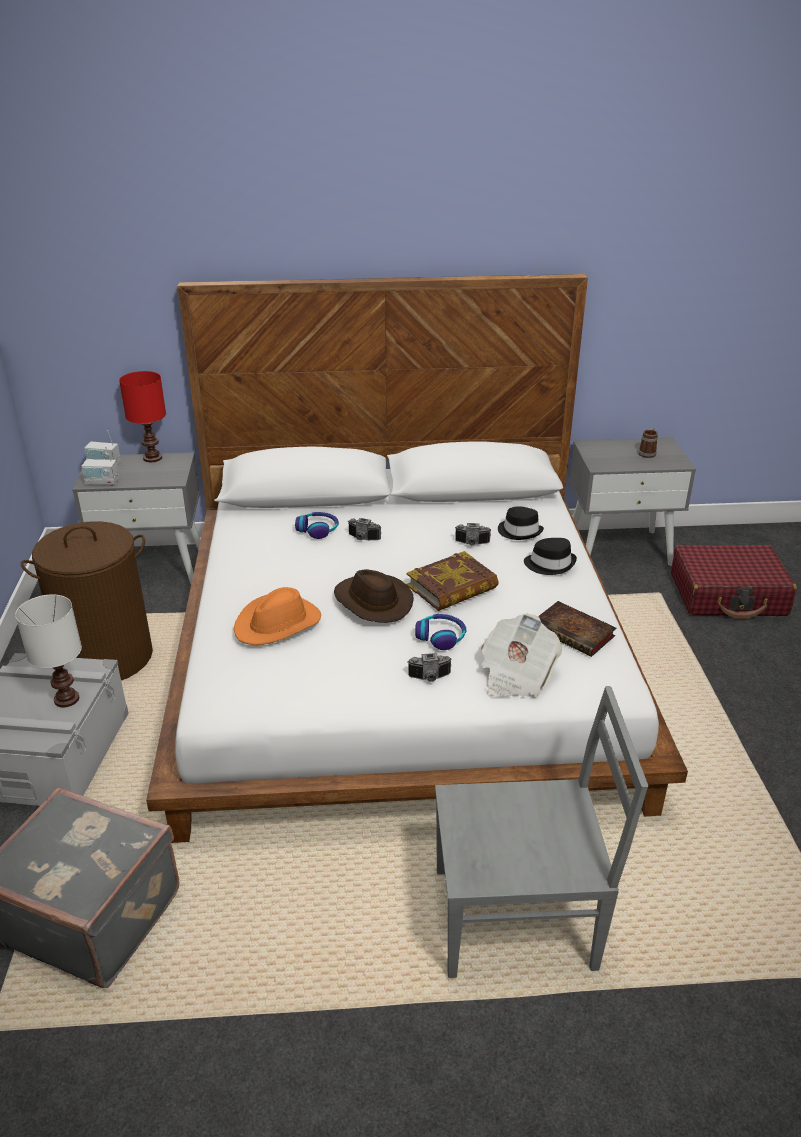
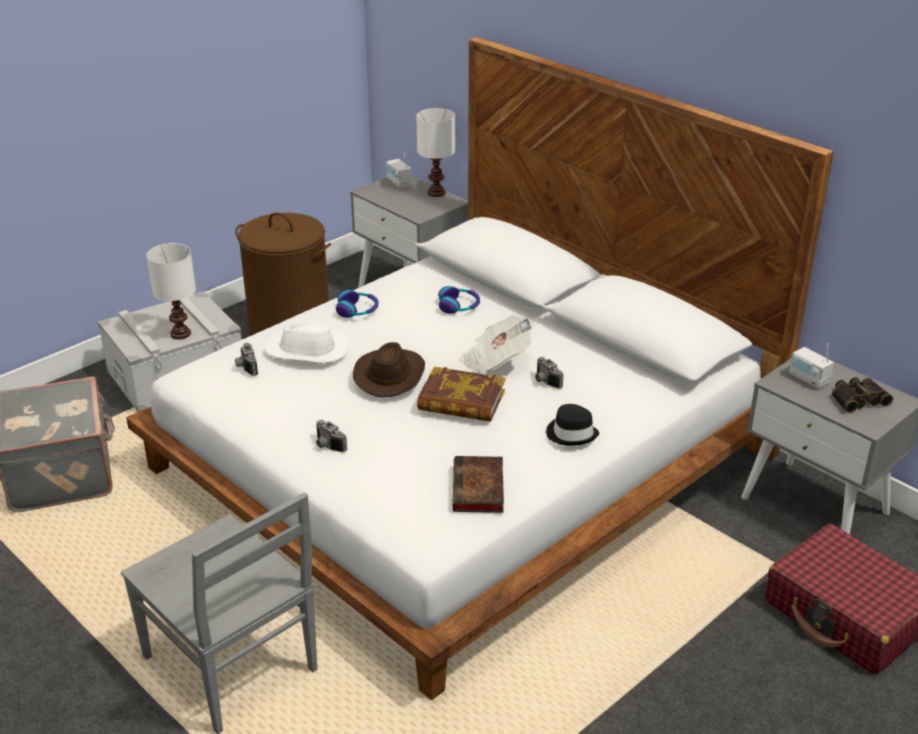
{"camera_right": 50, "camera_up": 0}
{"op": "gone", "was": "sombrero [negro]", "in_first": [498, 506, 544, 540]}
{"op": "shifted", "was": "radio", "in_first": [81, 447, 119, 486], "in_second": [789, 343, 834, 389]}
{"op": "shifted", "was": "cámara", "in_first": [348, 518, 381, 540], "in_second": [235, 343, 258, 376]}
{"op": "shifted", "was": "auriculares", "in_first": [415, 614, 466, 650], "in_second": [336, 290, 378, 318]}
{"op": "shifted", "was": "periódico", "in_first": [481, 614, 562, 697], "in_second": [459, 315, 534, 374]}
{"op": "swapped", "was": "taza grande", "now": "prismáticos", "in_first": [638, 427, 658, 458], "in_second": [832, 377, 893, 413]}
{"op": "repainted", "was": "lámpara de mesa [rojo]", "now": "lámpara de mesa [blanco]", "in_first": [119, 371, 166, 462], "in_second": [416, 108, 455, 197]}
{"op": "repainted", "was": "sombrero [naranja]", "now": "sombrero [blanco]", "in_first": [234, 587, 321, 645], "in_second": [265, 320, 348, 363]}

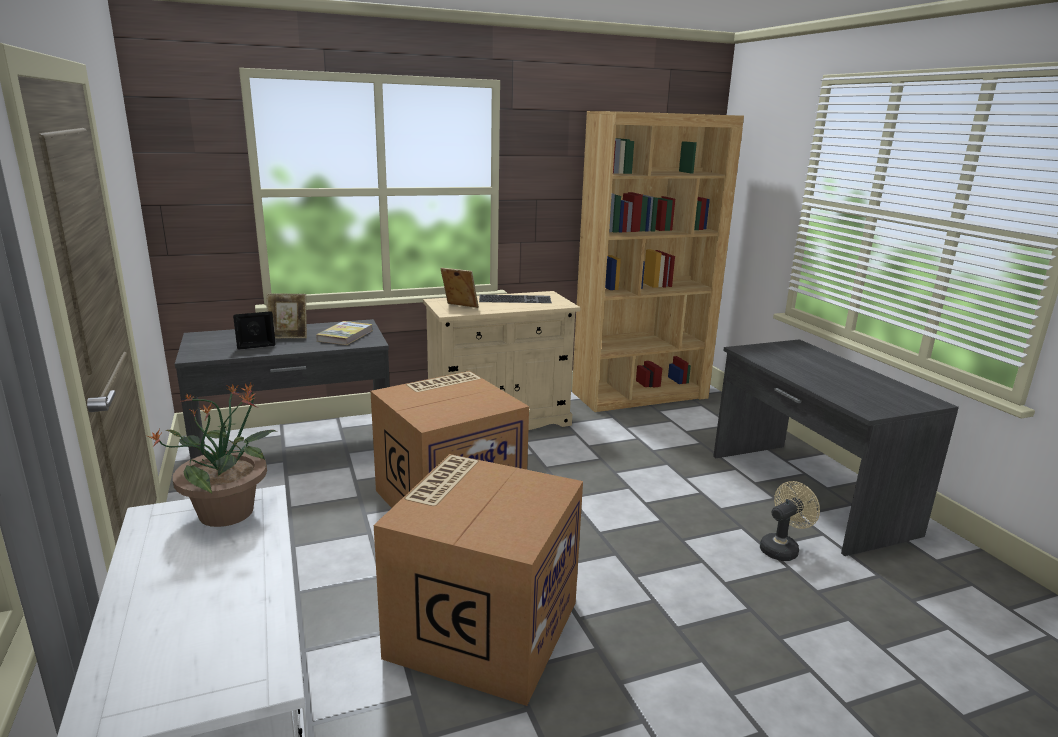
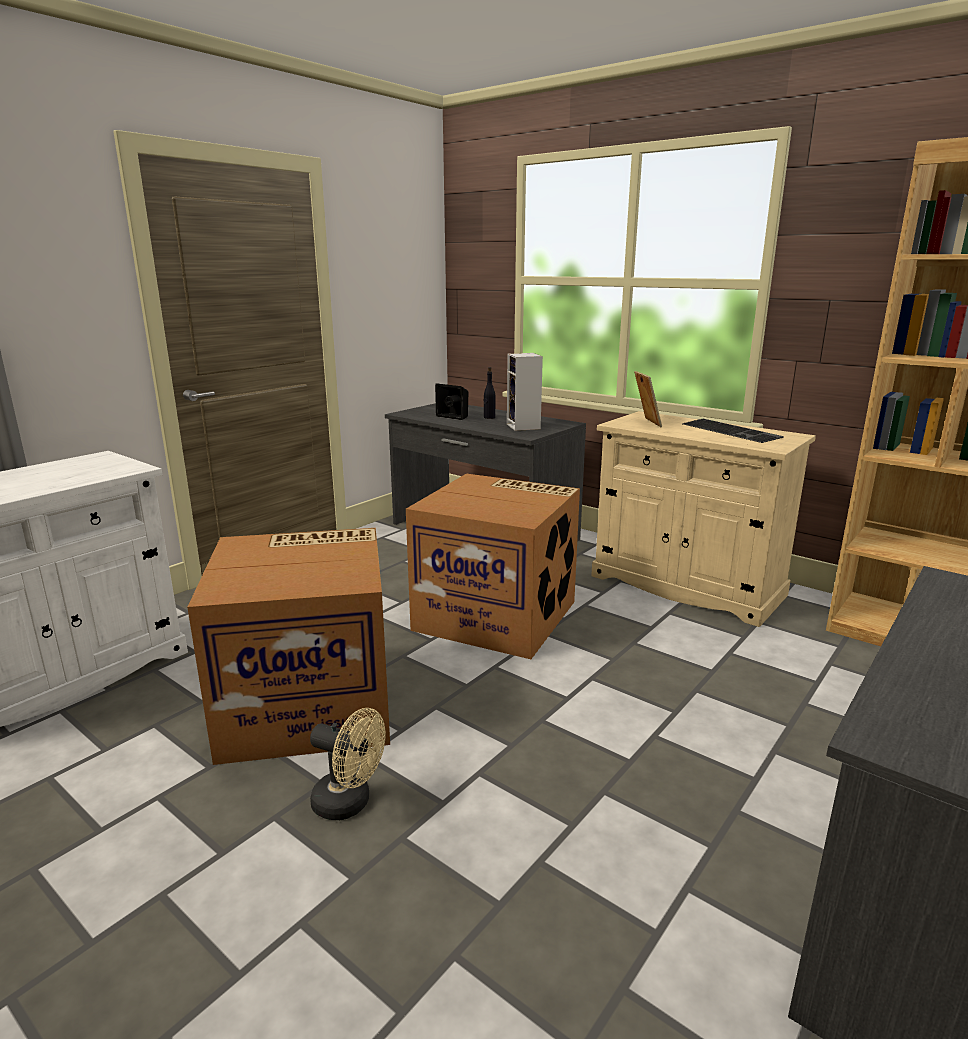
{"camera_right": 60, "camera_up": 0}
{"op": "gone", "was": "planta en maceta", "in_first": [148, 381, 278, 527]}
{"op": "shifted", "was": "ventilador [beis]", "in_first": [760, 481, 820, 561], "in_second": [310, 708, 386, 820]}
{"op": "swapped", "was": "portarretratos", "now": "botella [negro]", "in_first": [266, 293, 307, 339], "in_second": [484, 367, 495, 419]}
{"op": "swapped", "was": "libro", "now": "altavoz", "in_first": [316, 321, 373, 345], "in_second": [507, 353, 543, 431]}

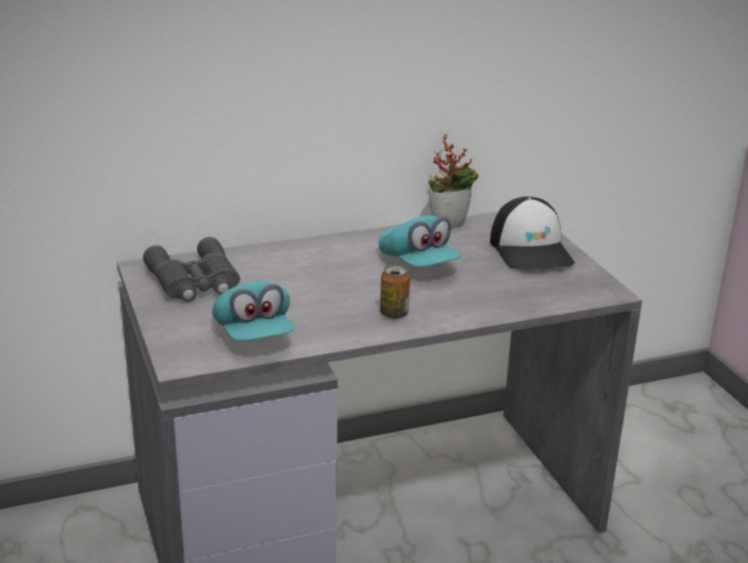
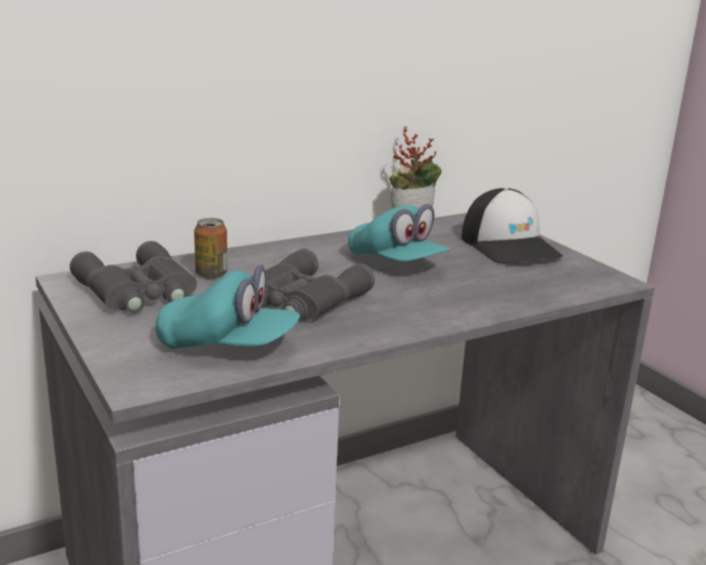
{"camera_right": -10, "camera_up": -5}
{"op": "new", "now": "prismáticos [gris]", "in_second": [252, 249, 375, 320]}
{"op": "shifted", "was": "lata", "in_first": [380, 264, 410, 319], "in_second": [194, 218, 228, 279]}
{"op": "rotated", "was": "gorra [turquesa]", "in_first": [212, 281, 294, 341], "in_second": [156, 265, 300, 349], "clockwise": -45}

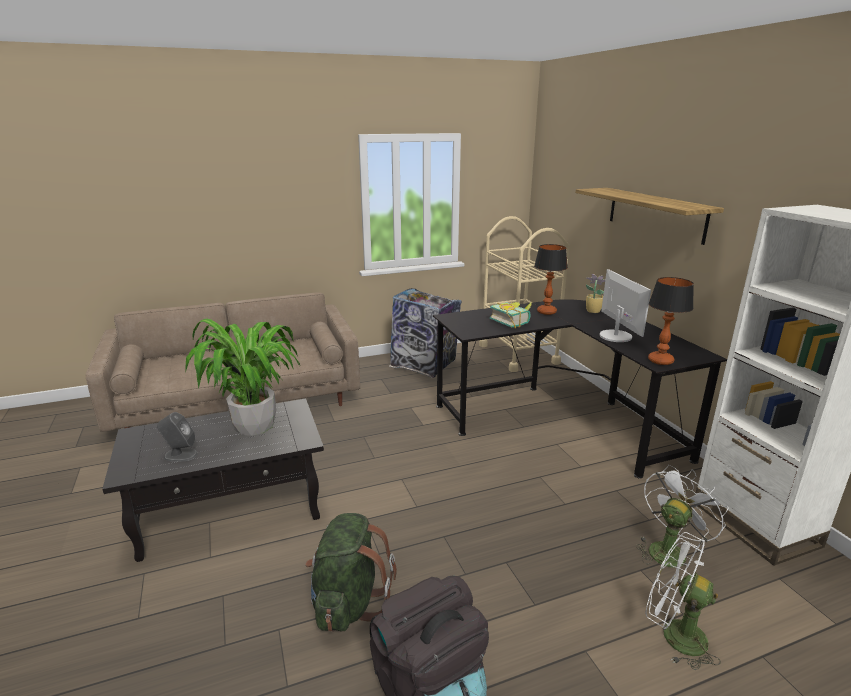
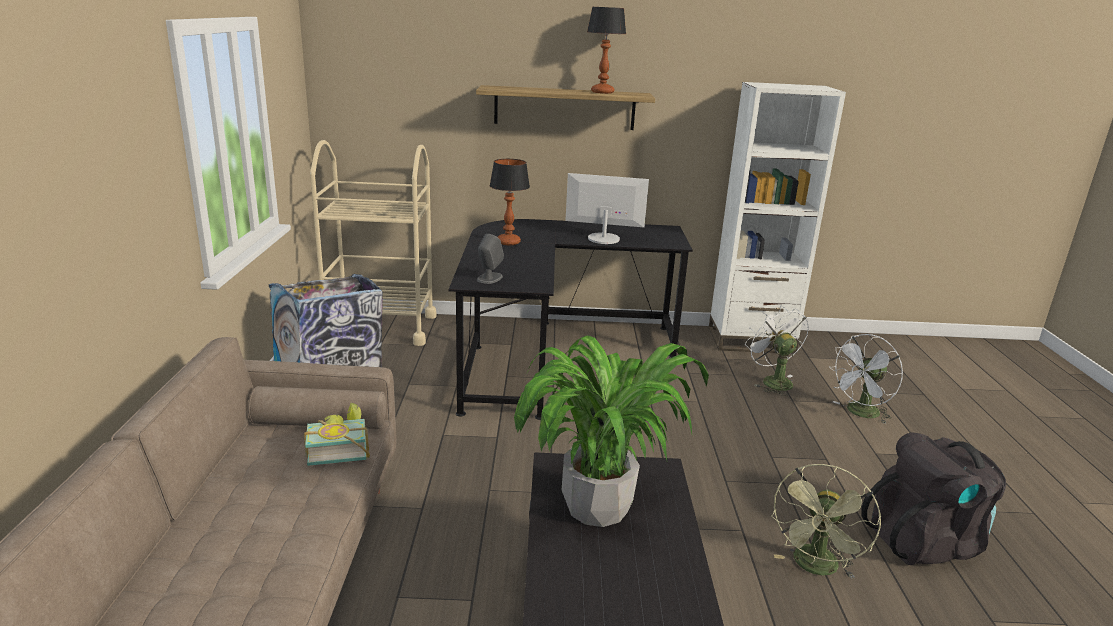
{"camera_right": -70, "camera_up": 0}
{"op": "gone", "was": "planta en maceta", "in_first": [586, 274, 605, 313]}
{"op": "shifted", "was": "altavoz [gris]", "in_first": [157, 412, 198, 462], "in_second": [477, 234, 504, 284]}
{"op": "shifted", "was": "libro", "in_first": [490, 302, 532, 329], "in_second": [304, 403, 370, 466]}
{"op": "shifted", "was": "lámpara de mesa", "in_first": [648, 277, 694, 365], "in_second": [587, 7, 626, 94]}
{"op": "swapped", "was": "mochila [verde]", "now": "ventilador [verde]", "in_first": [305, 513, 397, 632], "in_second": [771, 464, 882, 579]}

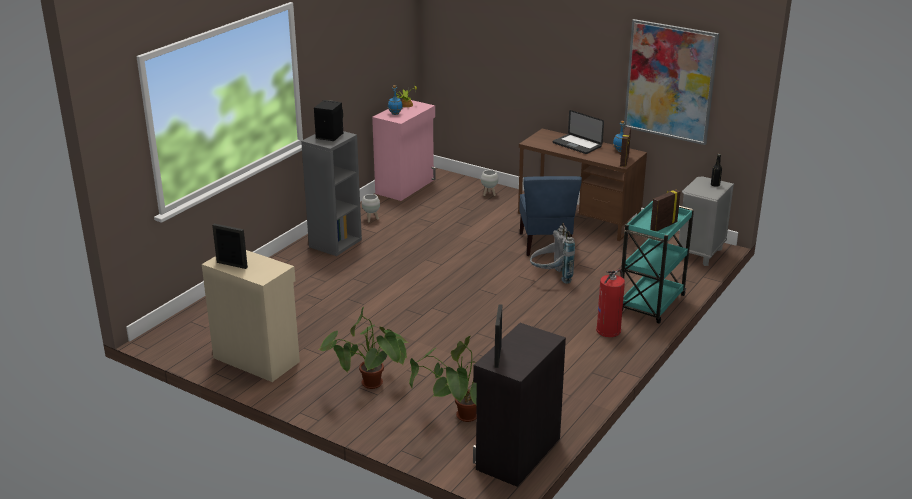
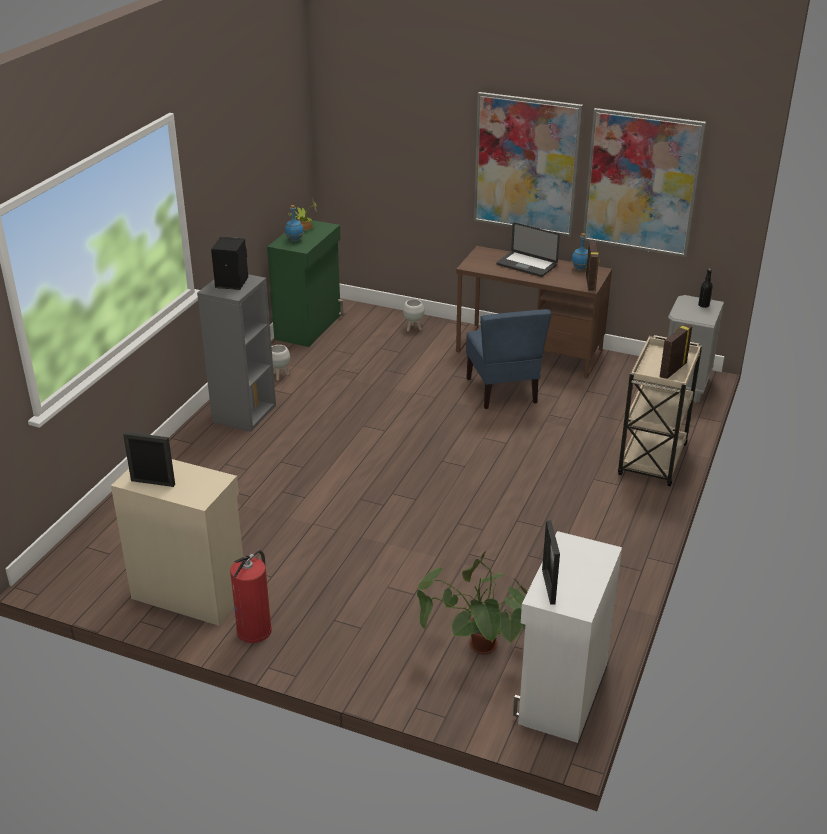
{"camera_right": -10, "camera_up": 5}
{"op": "gone", "was": "planta en maceta", "in_first": [318, 307, 409, 389]}
{"op": "gone", "was": "mochila [gris]", "in_first": [530, 223, 575, 284]}
{"op": "new", "now": "cuadro", "in_second": [474, 92, 583, 237]}
{"op": "shifted", "was": "extintor", "in_first": [596, 269, 625, 337], "in_second": [230, 549, 272, 643]}
{"op": "repainted", "was": "armario [rosa]", "now": "armario [verde]", "in_first": [372, 100, 436, 201], "in_second": [267, 220, 343, 347]}
{"op": "repainted", "was": "armario [negro]", "now": "armario [blanco]", "in_first": [473, 323, 566, 487], "in_second": [513, 531, 622, 743]}
{"op": "repainted", "was": "carrito [turquesa]", "now": "carrito [beis]", "in_first": [621, 200, 694, 324], "in_second": [618, 335, 702, 487]}

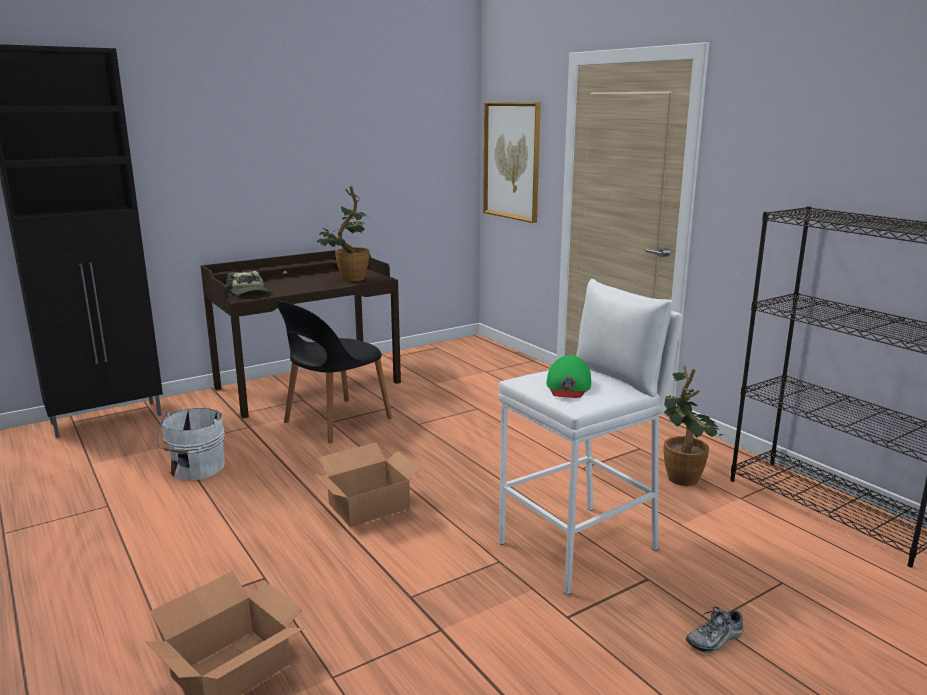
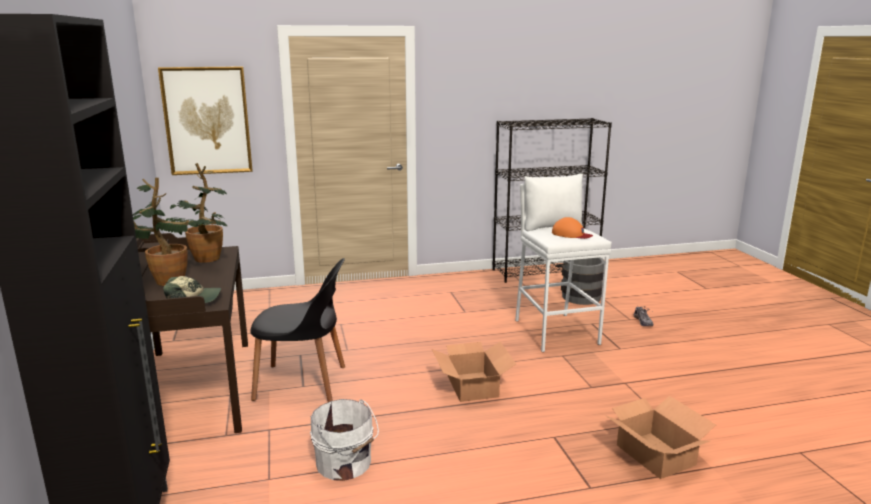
{"camera_right": -70, "camera_up": 0}
{"op": "new", "now": "cubo [gris]", "in_second": [555, 257, 605, 305]}
{"op": "shifted", "was": "planta en maceta", "in_first": [663, 366, 724, 486], "in_second": [133, 178, 203, 286]}
{"op": "repainted", "was": "gorra [verde]", "now": "gorra [naranja]", "in_first": [546, 355, 591, 398], "in_second": [552, 217, 593, 239]}
{"op": "rotated", "was": "silla [negro]", "in_first": [275, 301, 392, 443], "in_second": [250, 258, 345, 402], "clockwise": -60}

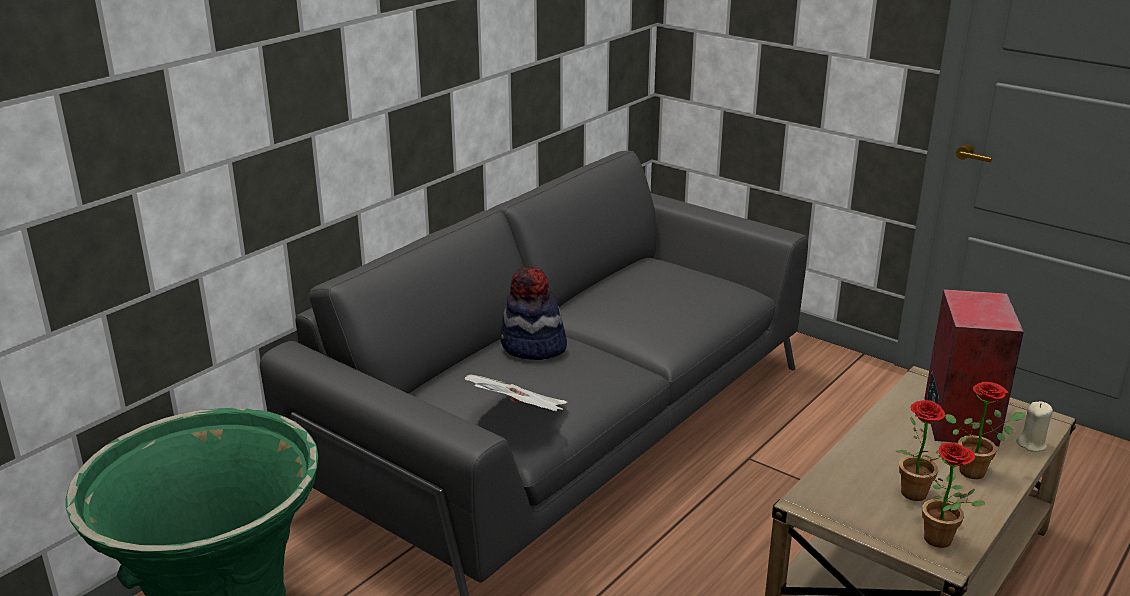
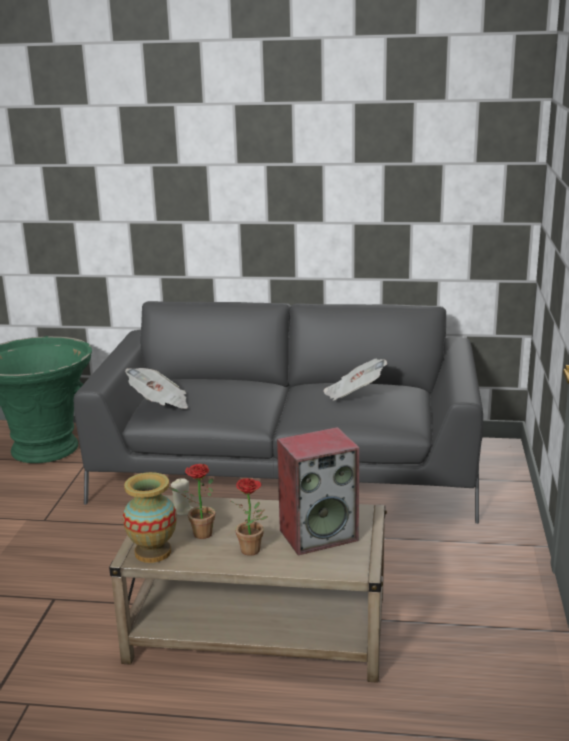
{"camera_right": 60, "camera_up": -5}
{"op": "gone", "was": "sombrero", "in_first": [500, 266, 567, 360]}
{"op": "new", "now": "periódico", "in_second": [323, 359, 387, 400]}
{"op": "shifted", "was": "vela [beis]", "in_first": [1016, 401, 1053, 452], "in_second": [171, 479, 193, 516]}
{"op": "swapped", "was": "planta en maceta", "now": "florero", "in_first": [922, 442, 985, 548], "in_second": [123, 472, 177, 563]}

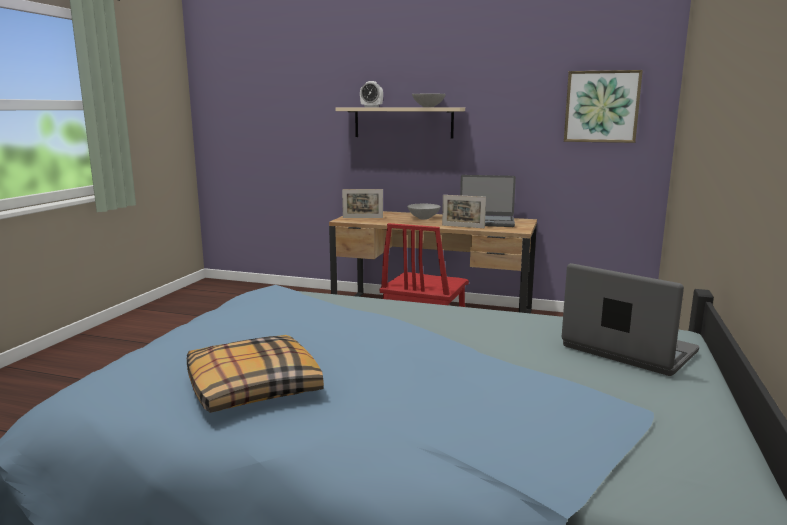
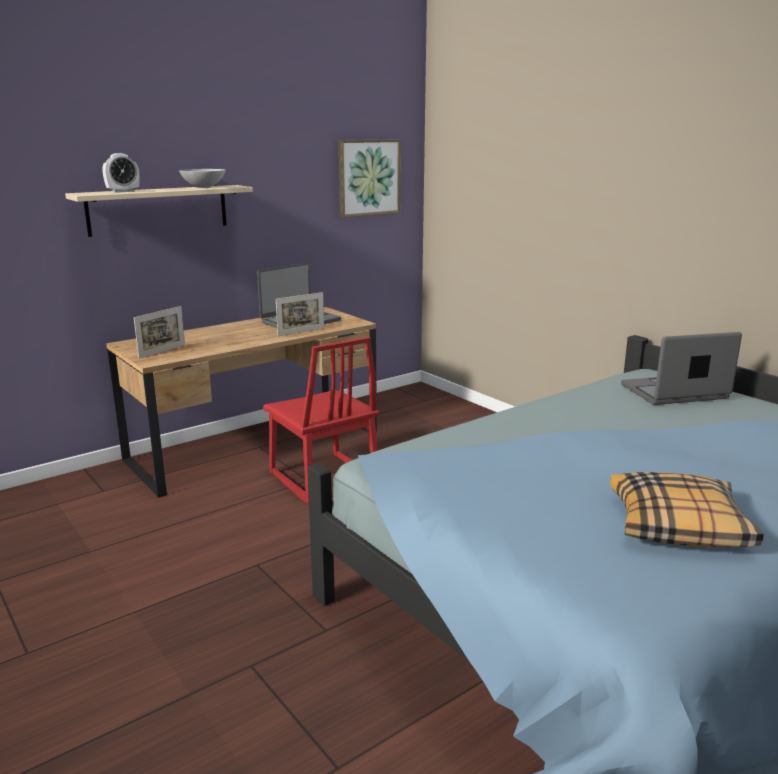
{"camera_right": -55, "camera_up": 5}
{"op": "gone", "was": "cuenco [gris]", "in_first": [407, 204, 441, 220]}

